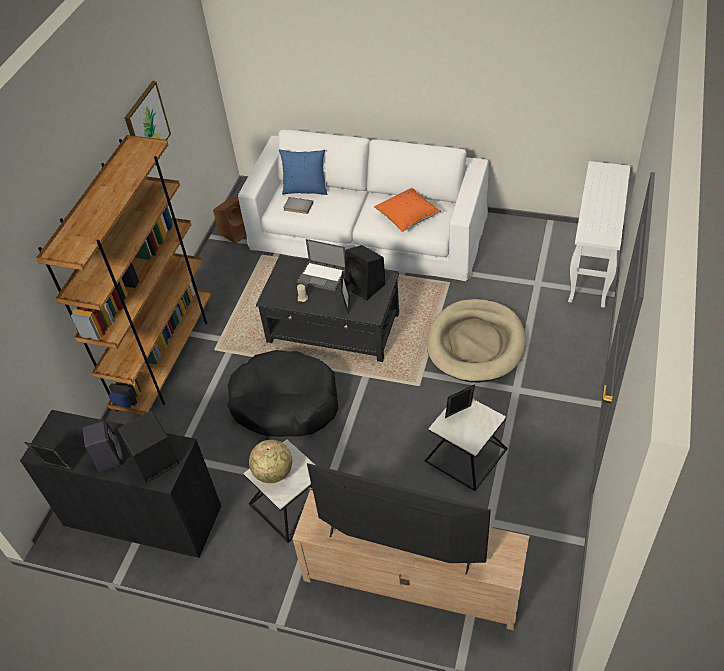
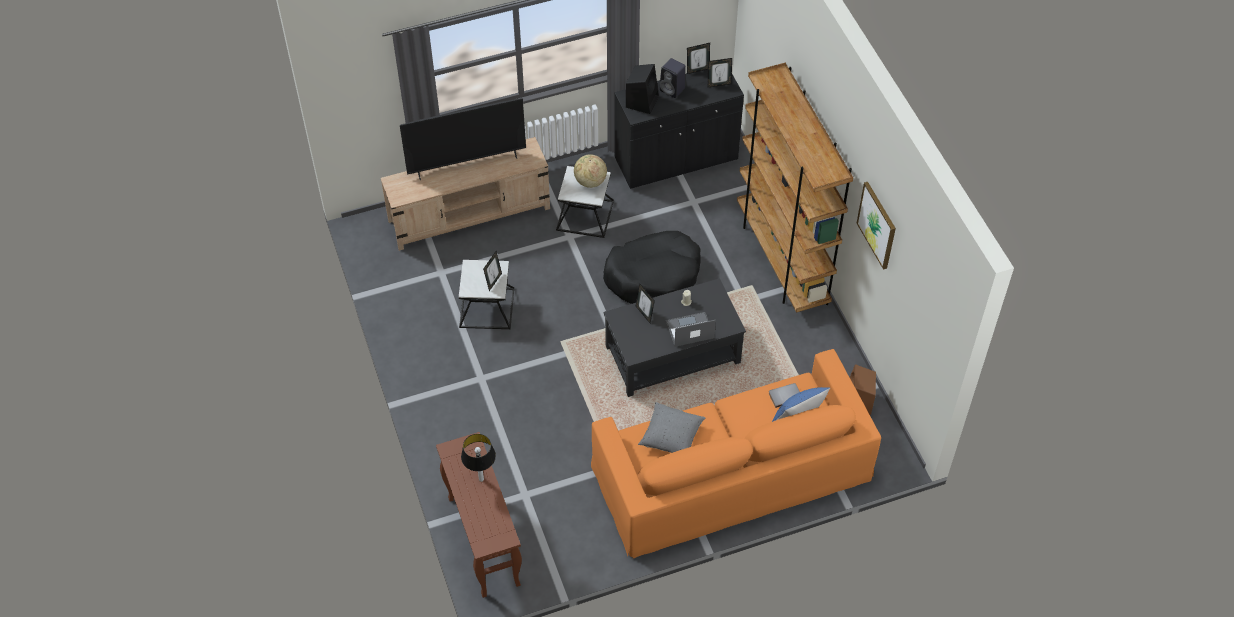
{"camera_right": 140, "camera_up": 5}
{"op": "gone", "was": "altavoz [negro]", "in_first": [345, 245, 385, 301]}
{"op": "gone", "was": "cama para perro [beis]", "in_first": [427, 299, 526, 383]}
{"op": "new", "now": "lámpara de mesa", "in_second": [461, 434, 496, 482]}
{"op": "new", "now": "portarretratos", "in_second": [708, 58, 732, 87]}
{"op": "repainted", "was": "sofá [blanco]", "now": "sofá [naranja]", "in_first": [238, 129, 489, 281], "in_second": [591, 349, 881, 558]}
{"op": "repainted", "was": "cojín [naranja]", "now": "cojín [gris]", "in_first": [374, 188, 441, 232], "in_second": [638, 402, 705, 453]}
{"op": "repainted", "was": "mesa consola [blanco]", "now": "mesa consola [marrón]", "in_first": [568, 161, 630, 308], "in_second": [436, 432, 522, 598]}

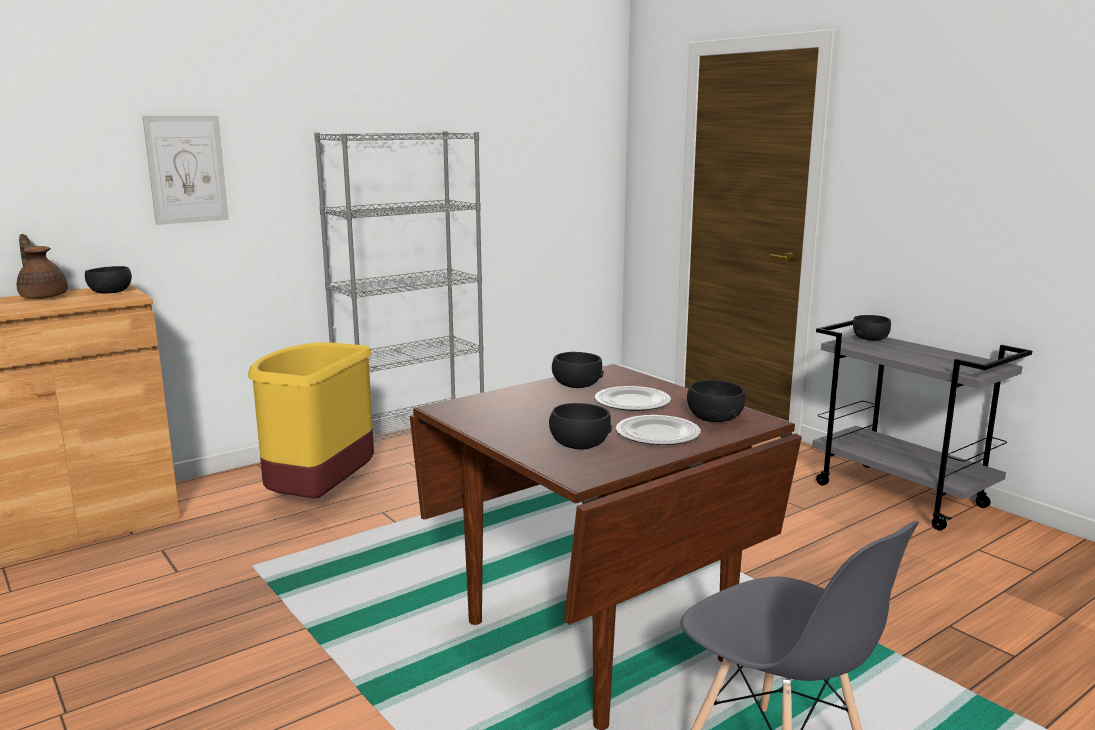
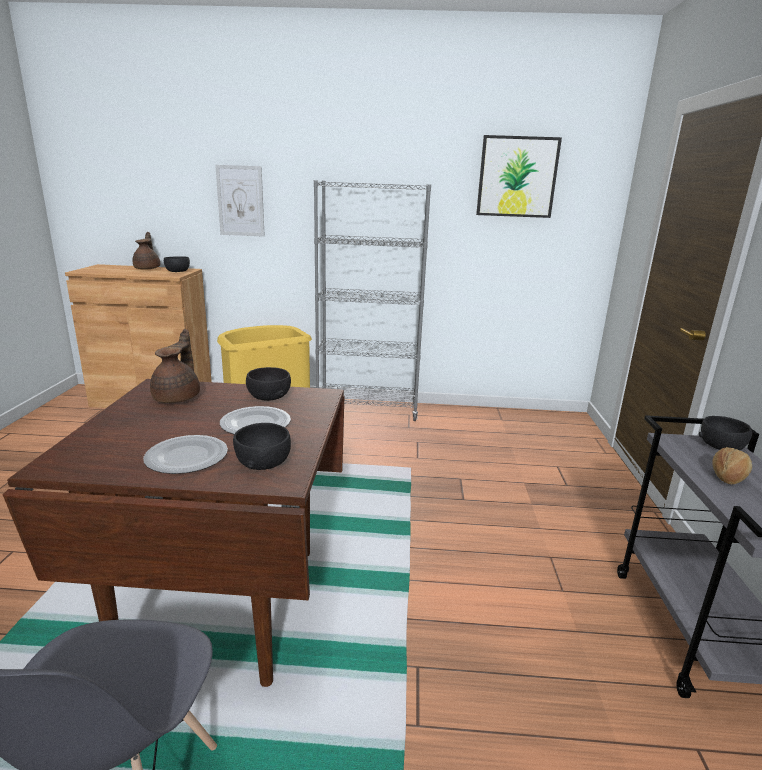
{"camera_right": 40, "camera_up": 5}
{"op": "gone", "was": "cuenco [negro]", "in_first": [549, 403, 612, 450]}
{"op": "new", "now": "tetera [marrón]", "in_second": [150, 329, 200, 403]}
{"op": "new", "now": "cuadro", "in_second": [476, 135, 562, 218]}
{"op": "new", "now": "pan", "in_second": [712, 447, 752, 484]}

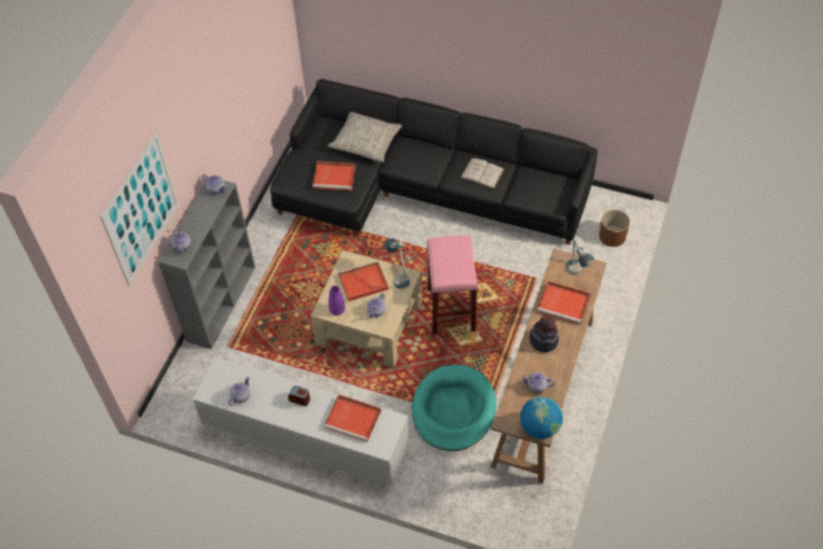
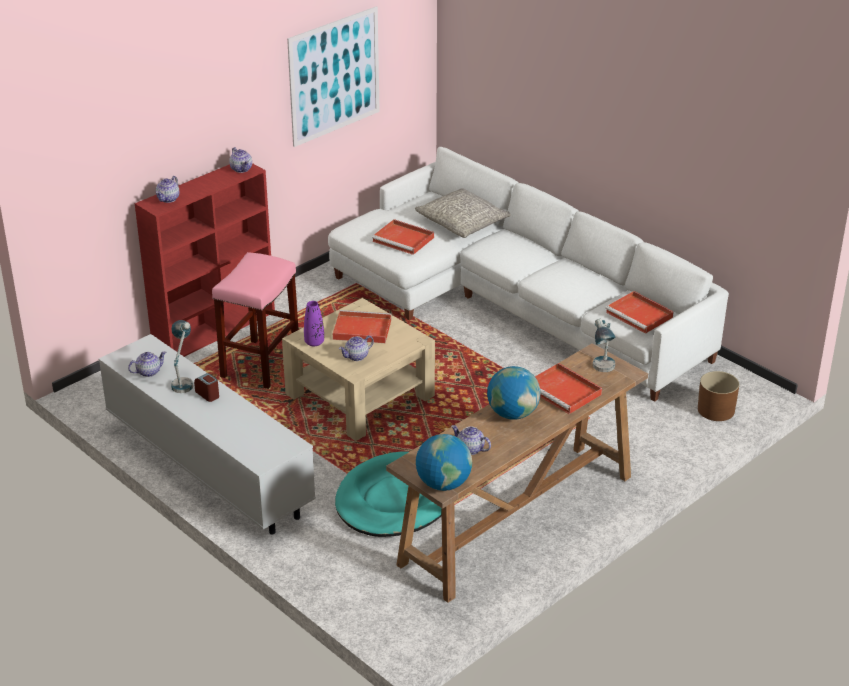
{"camera_right": 25, "camera_up": -20}
{"op": "gone", "was": "libro [blanco]", "in_first": [460, 158, 505, 189]}
{"op": "shifted", "was": "cuadro", "in_first": [100, 132, 179, 286], "in_second": [287, 6, 380, 147]}
{"op": "shifted", "was": "bandeja [rojo]", "in_first": [324, 394, 381, 442], "in_second": [606, 291, 674, 334]}
{"op": "shifted", "was": "lámpara de mesa", "in_first": [385, 238, 410, 289], "in_second": [171, 320, 193, 393]}
{"op": "shifted", "was": "taburete [rosa]", "in_first": [427, 235, 478, 335], "in_second": [212, 252, 299, 389]}
{"op": "swapped", "was": "sombrero", "now": "globo terráqueo", "in_first": [529, 316, 559, 353], "in_second": [487, 366, 541, 420]}
{"op": "repainted", "was": "estantería [gris]", "now": "estantería [rojo]", "in_first": [158, 176, 255, 349], "in_second": [135, 163, 275, 357]}
{"op": "repainted", "was": "sofá [negro]", "now": "sofá [blanco]", "in_first": [270, 79, 598, 245], "in_second": [328, 147, 729, 402]}

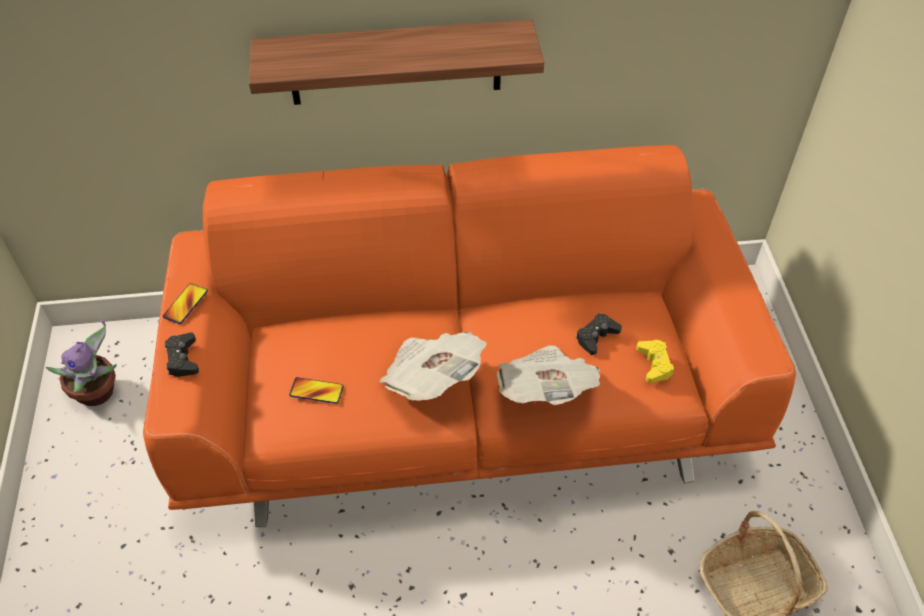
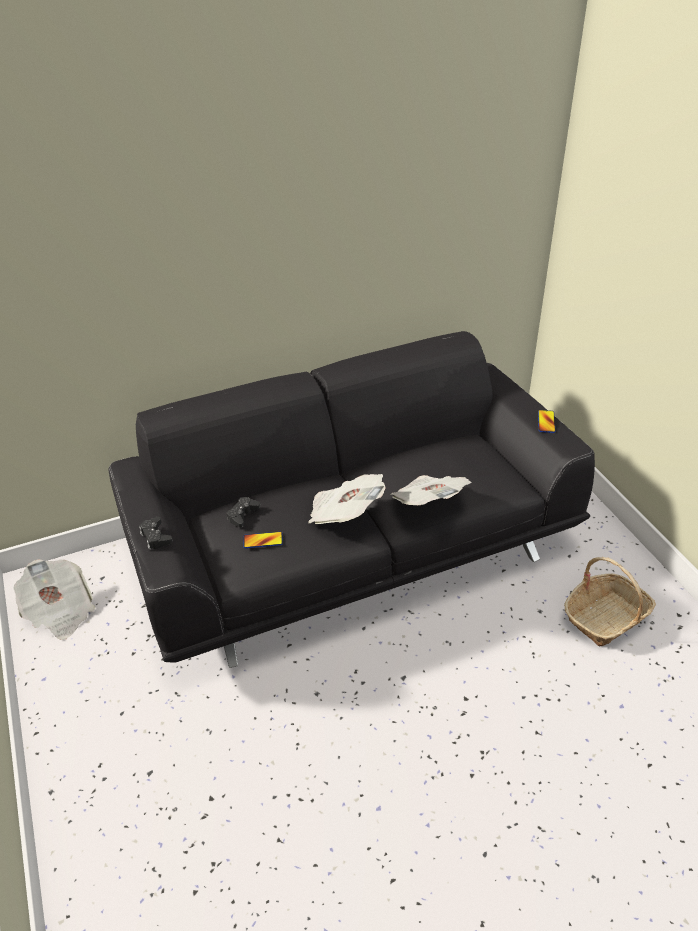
{"camera_right": -15, "camera_up": -10}
{"op": "gone", "was": "estante", "in_first": [249, 20, 544, 105]}
{"op": "gone", "was": "mando de consola [amarillo]", "in_first": [636, 340, 674, 383]}
{"op": "shifted", "was": "móvil", "in_first": [163, 283, 208, 324], "in_second": [538, 410, 555, 433]}
{"op": "shifted", "was": "mando de consola [negro]", "in_first": [576, 313, 622, 355], "in_second": [227, 497, 261, 528]}
{"op": "swapped", "was": "planta en maceta", "now": "periódico", "in_first": [46, 320, 117, 406], "in_second": [13, 559, 95, 640]}
{"op": "repainted", "was": "sofá [naranja]", "now": "sofá [negro]", "in_first": [143, 145, 796, 527], "in_second": [108, 331, 595, 668]}

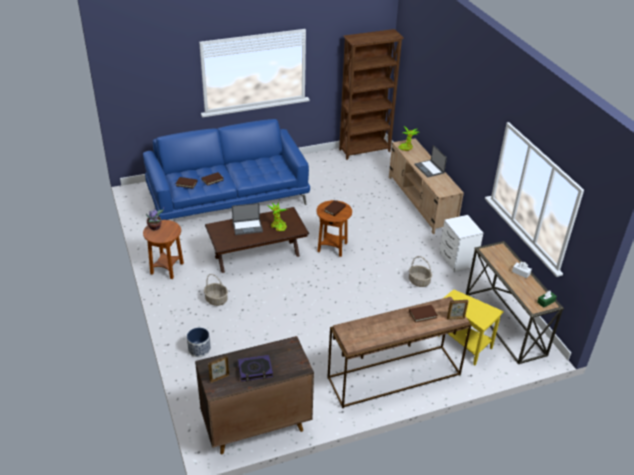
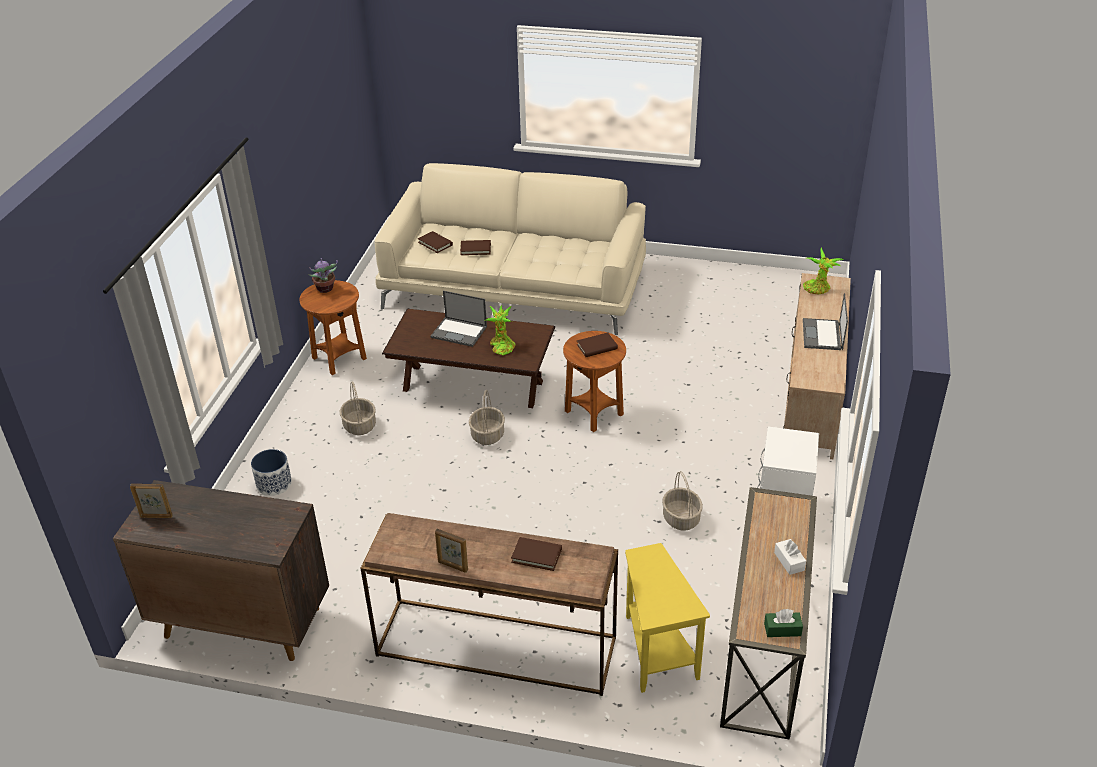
{"camera_right": 35, "camera_up": 0}
{"op": "gone", "was": "libro", "in_first": [238, 355, 273, 382]}
{"op": "gone", "was": "estantería [marrón]", "in_first": [339, 29, 404, 160]}
{"op": "new", "now": "cesta", "in_second": [469, 390, 505, 445]}
{"op": "shifted", "was": "portarretratos", "in_first": [447, 300, 468, 320], "in_second": [435, 529, 468, 573]}
{"op": "repainted", "was": "sofá [azul]", "now": "sofá [beis]", "in_first": [143, 119, 310, 220], "in_second": [374, 163, 646, 335]}

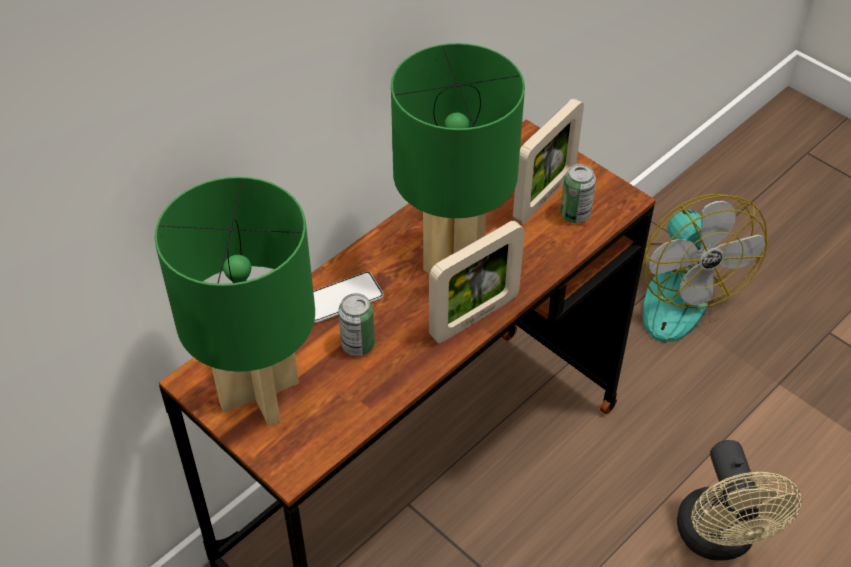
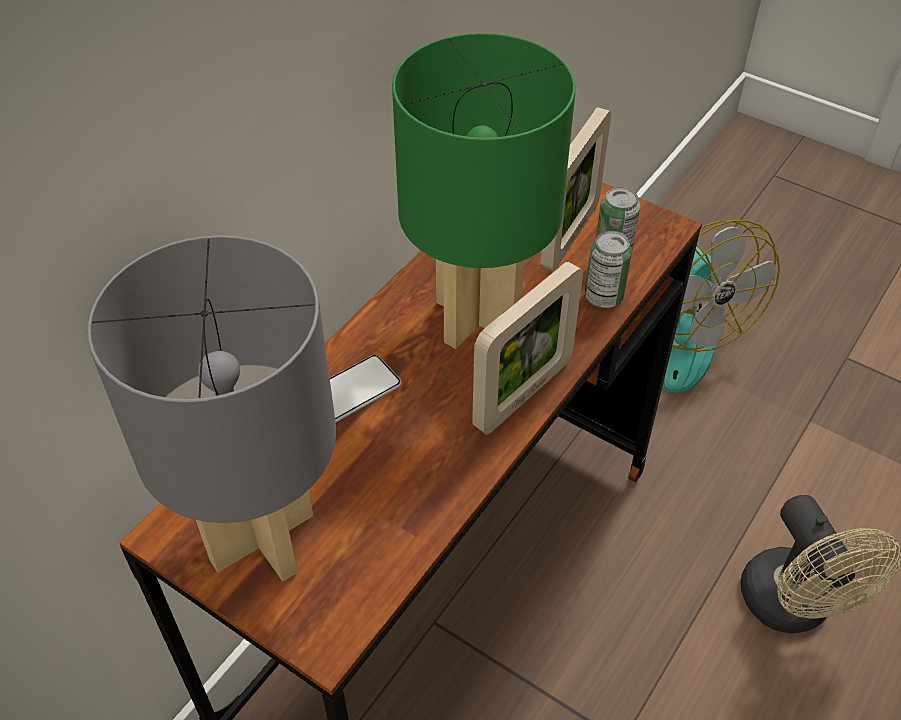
{"camera_right": -10, "camera_up": 0}
{"op": "shifted", "was": "lata", "in_first": [338, 293, 375, 356], "in_second": [585, 231, 632, 308]}
{"op": "repainted", "was": "lámpara de mesa [verde]", "now": "lámpara de mesa [gris]", "in_first": [155, 177, 315, 426], "in_second": [87, 235, 336, 581]}

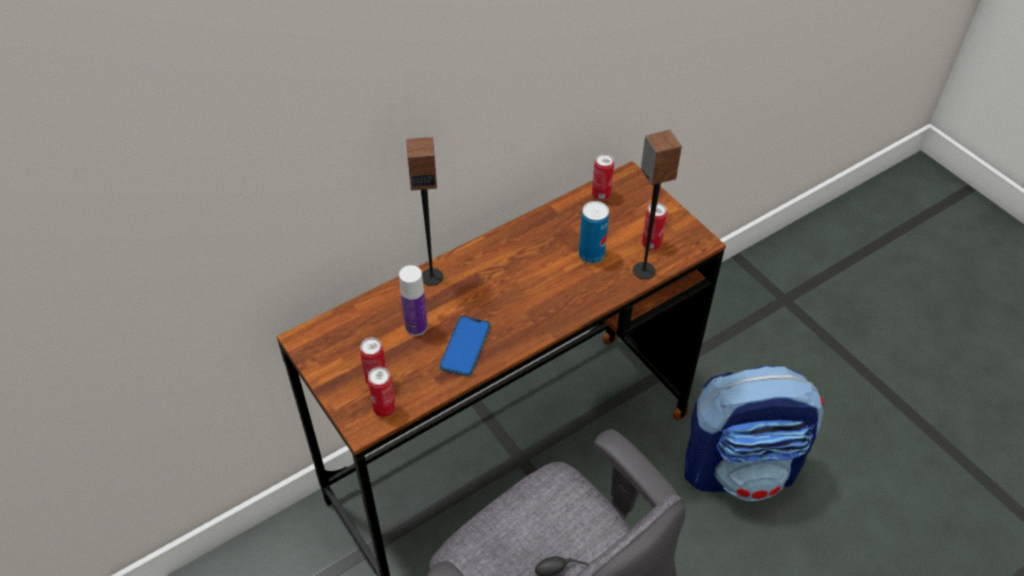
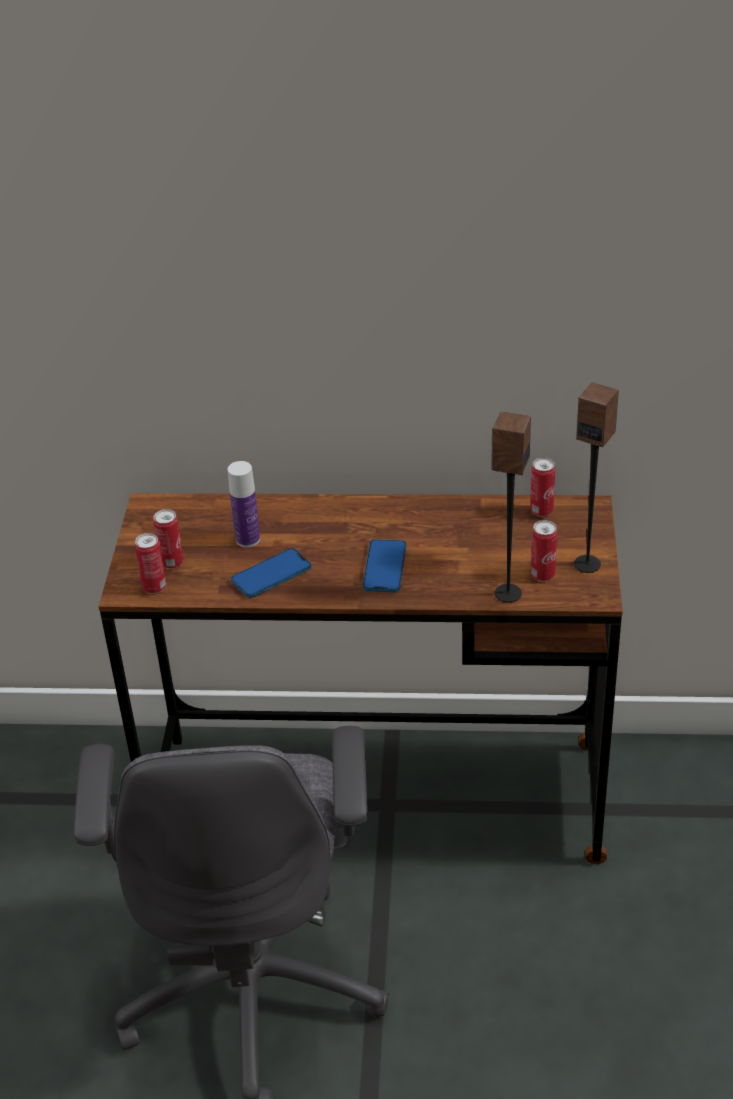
{"camera_right": 40, "camera_up": -10}
{"op": "gone", "was": "lata", "in_first": [579, 201, 609, 263]}
{"op": "gone", "was": "mochila", "in_first": [684, 365, 824, 501]}
{"op": "new", "now": "móvil", "in_second": [362, 539, 406, 593]}
{"op": "shifted", "was": "altavoz", "in_first": [407, 137, 443, 286], "in_second": [574, 382, 619, 573]}

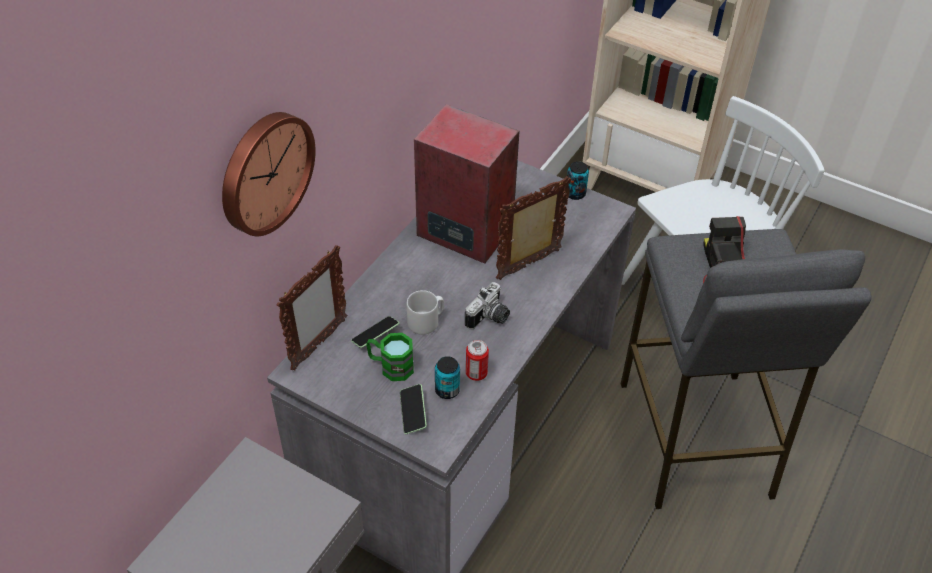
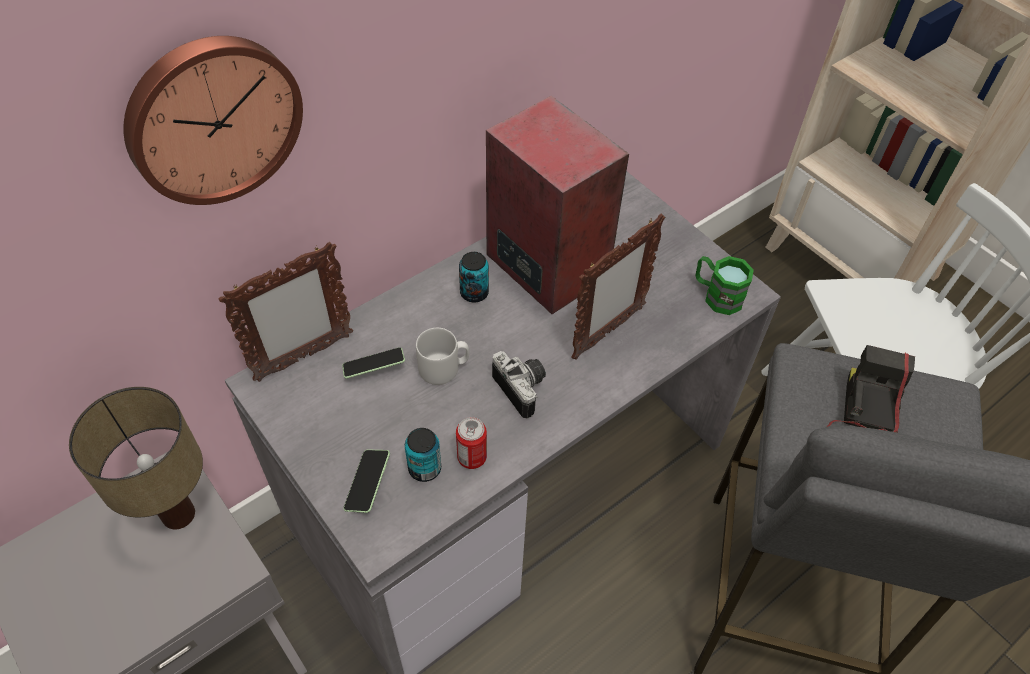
{"camera_right": 20, "camera_up": 5}
{"op": "new", "now": "lámpara de mesa", "in_second": [69, 387, 203, 529]}
{"op": "shifted", "was": "taza grande [verde]", "in_first": [366, 333, 414, 381], "in_second": [696, 256, 754, 315]}
{"op": "shifted", "was": "lata", "in_first": [567, 161, 589, 200], "in_second": [459, 252, 489, 303]}
{"op": "rotated", "was": "cámara", "in_first": [465, 282, 510, 329], "in_second": [492, 351, 546, 419], "clockwise": -90}
{"op": "rotated", "was": "portarretratos", "in_first": [496, 176, 571, 280], "in_second": [571, 214, 665, 360], "clockwise": 150}

